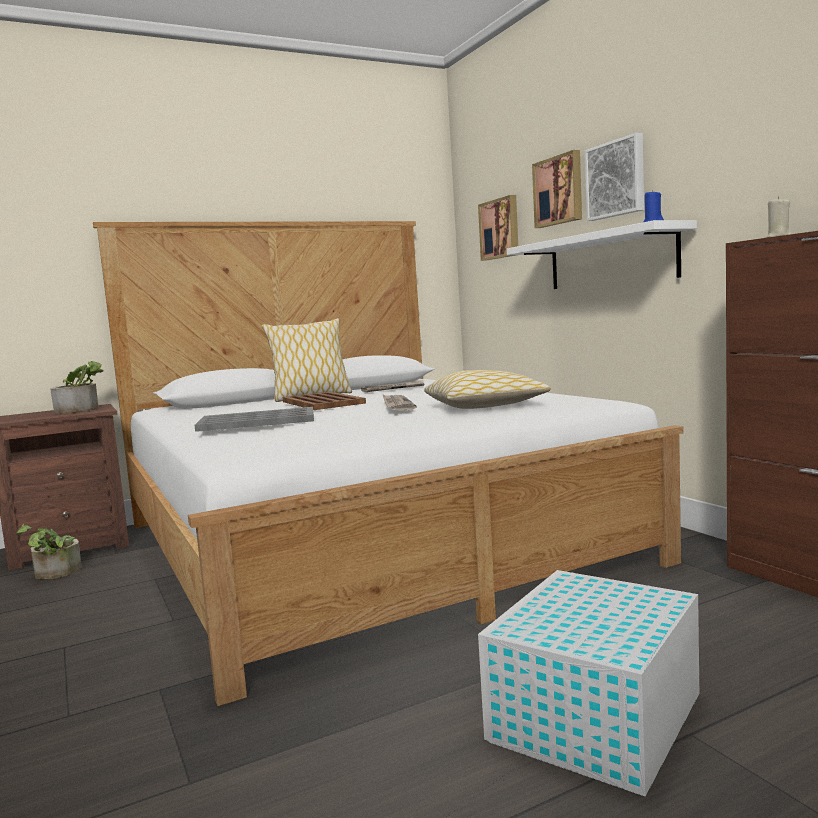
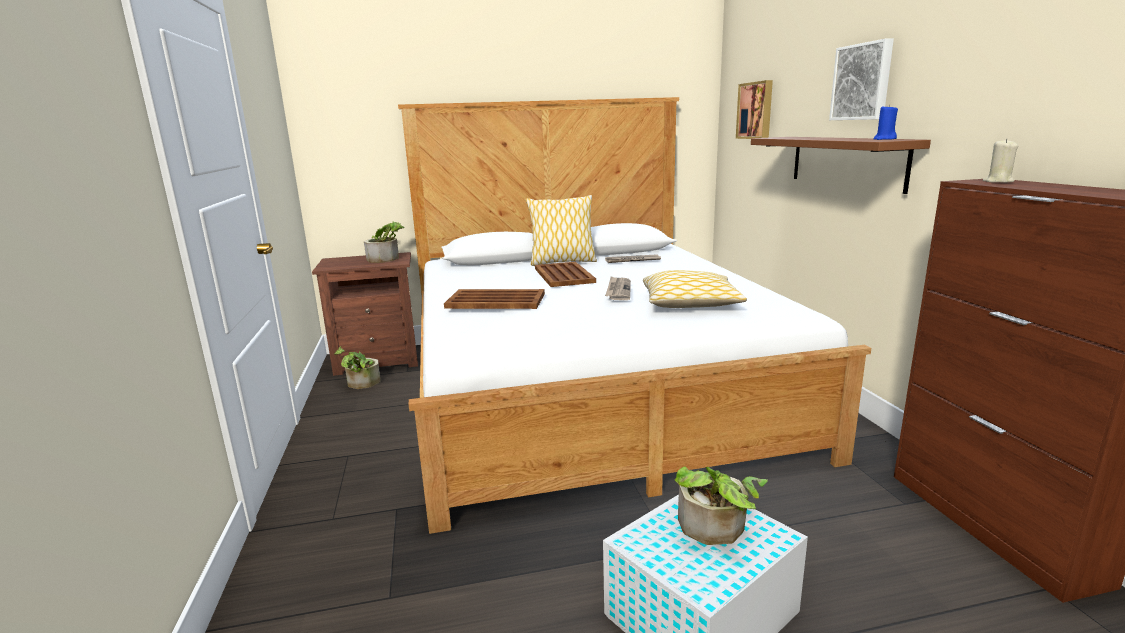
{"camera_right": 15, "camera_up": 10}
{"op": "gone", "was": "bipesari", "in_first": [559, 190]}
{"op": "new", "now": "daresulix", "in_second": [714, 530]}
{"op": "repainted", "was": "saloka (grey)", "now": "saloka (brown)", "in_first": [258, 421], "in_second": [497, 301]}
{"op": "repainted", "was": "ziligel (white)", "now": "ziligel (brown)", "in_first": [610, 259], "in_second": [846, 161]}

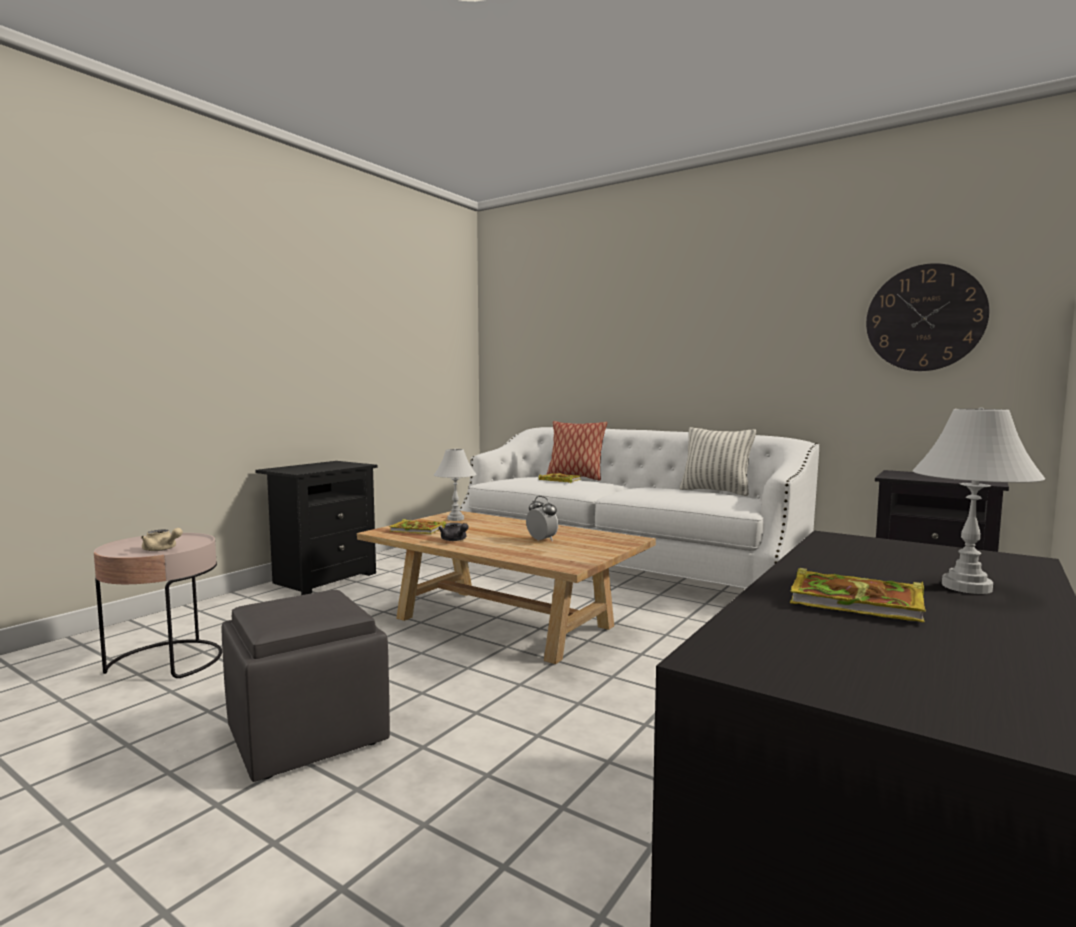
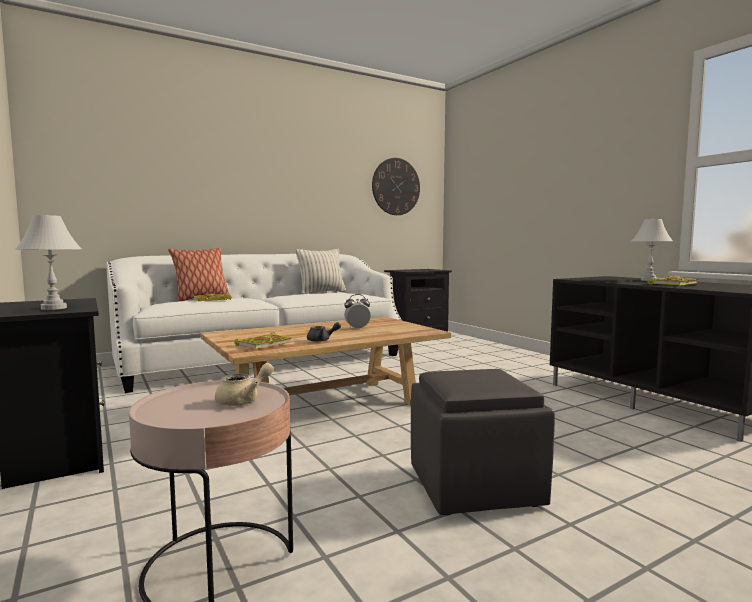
{"camera_right": -65, "camera_up": 0}
{"op": "shifted", "was": "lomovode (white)", "in_first": [456, 519], "in_second": [54, 308]}

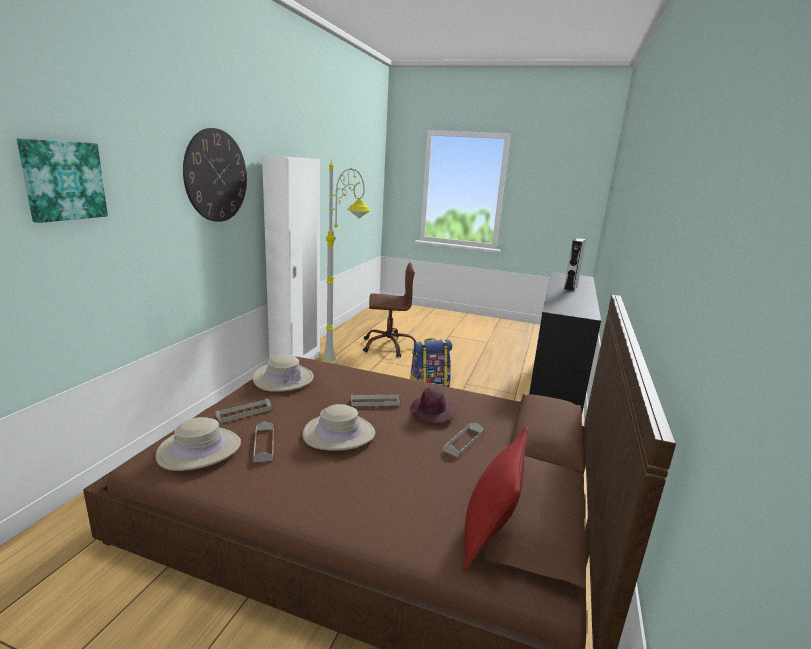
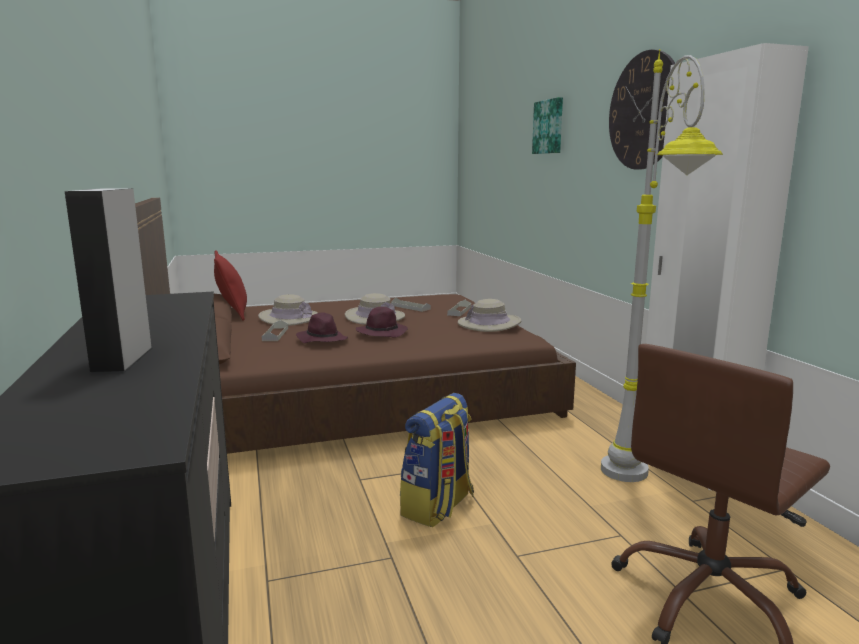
{"camera_right": 145, "camera_up": -5}
{"op": "shifted", "was": "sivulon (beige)", "in_first": [199, 449], "in_second": [289, 318]}
{"op": "swapped", "was": "saloka (grey)", "now": "sivulon (purple)", "in_first": [375, 402], "in_second": [382, 332]}

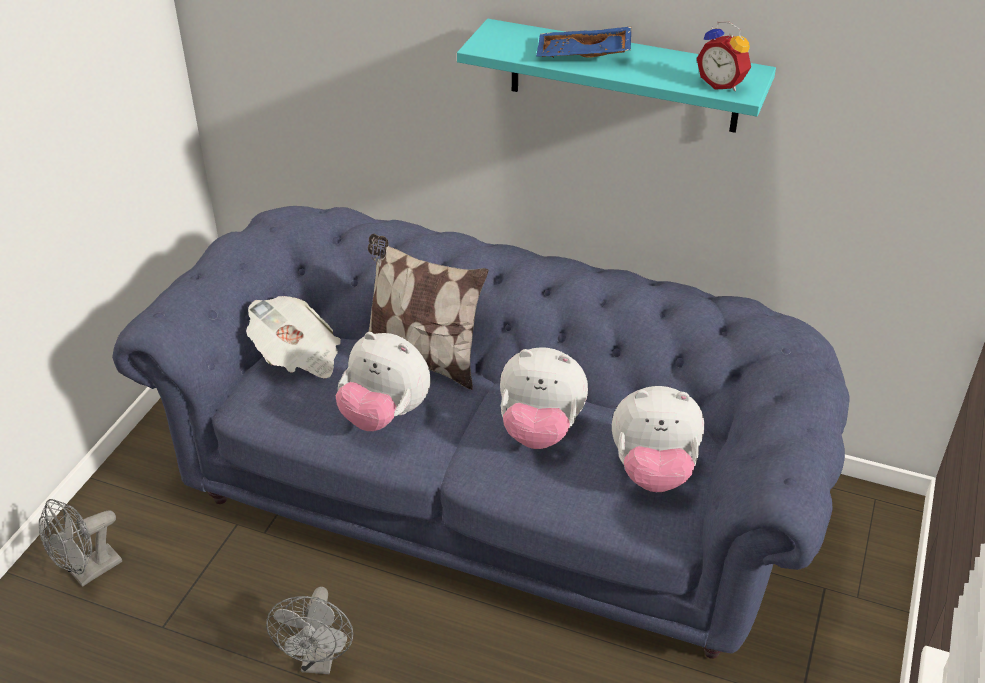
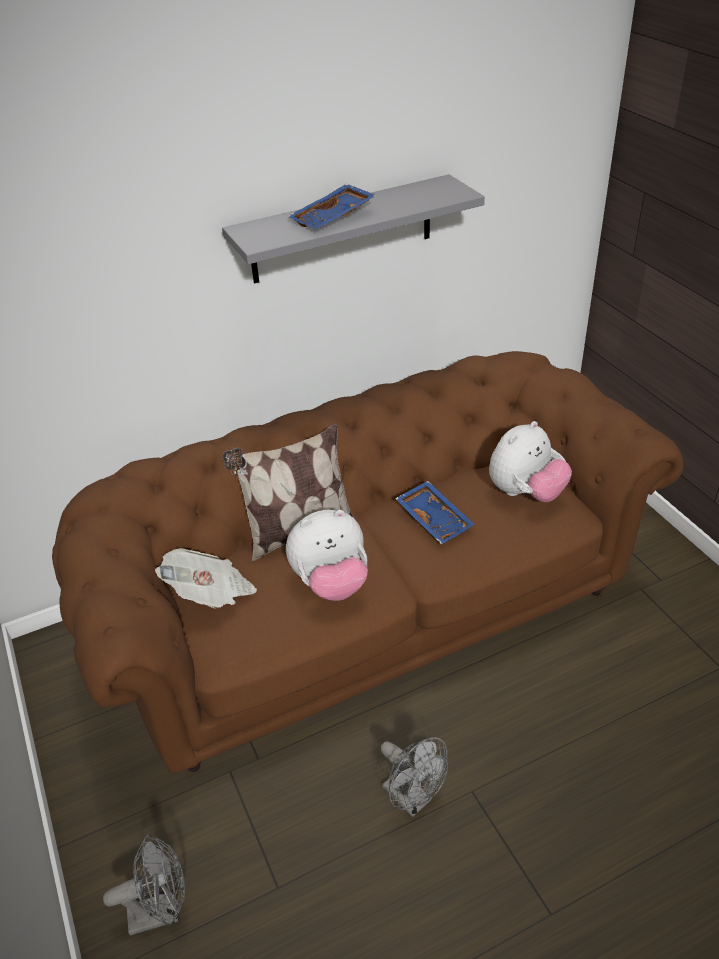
{"camera_right": -45, "camera_up": 0}
{"op": "gone", "was": "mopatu", "in_first": [722, 84]}
{"op": "swapped", "was": "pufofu", "now": "saloka (blue)", "in_first": [540, 430], "in_second": [435, 519]}
{"op": "repainted", "was": "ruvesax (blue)", "now": "ruvesax (brown)", "in_first": [491, 493], "in_second": [368, 608]}
{"op": "repainted", "was": "ziligel (turquoise)", "now": "ziligel (grey)", "in_first": [623, 76], "in_second": [342, 230]}
{"op": "rotated", "was": "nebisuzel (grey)", "in_first": [89, 572], "in_second": [162, 911], "clockwise": -105}

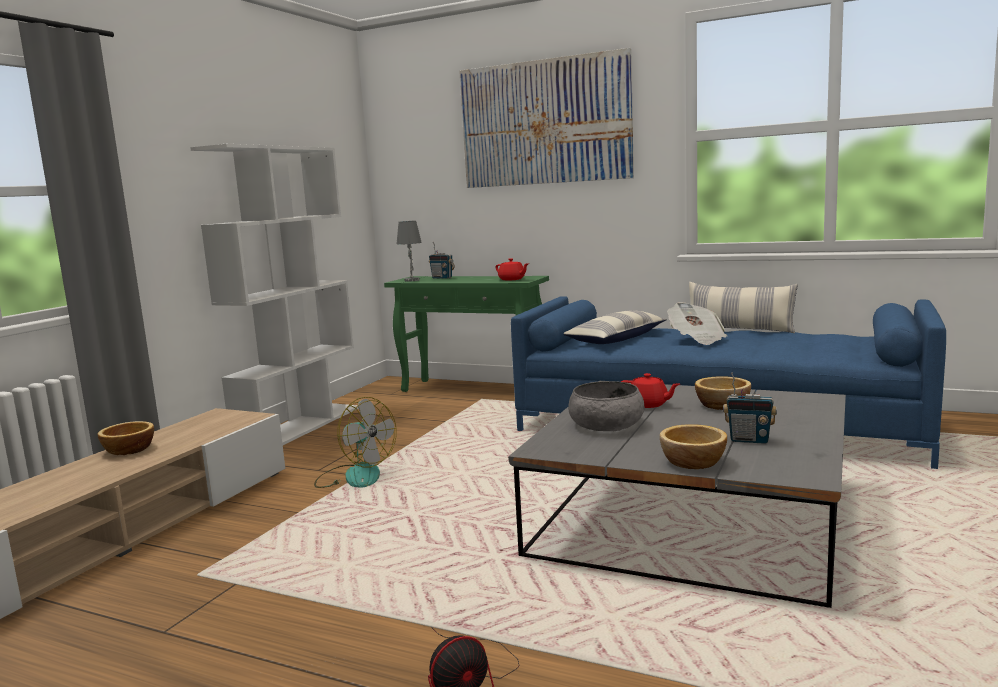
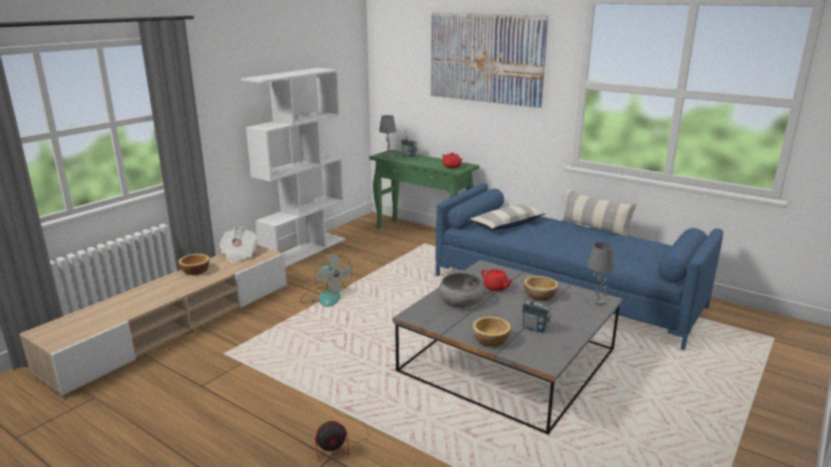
{"camera_right": 10, "camera_up": 10}
{"op": "new", "now": "lomovode (grey)", "in_second": [597, 301]}
{"op": "shifted", "was": "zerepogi", "in_first": [697, 339], "in_second": [238, 254]}

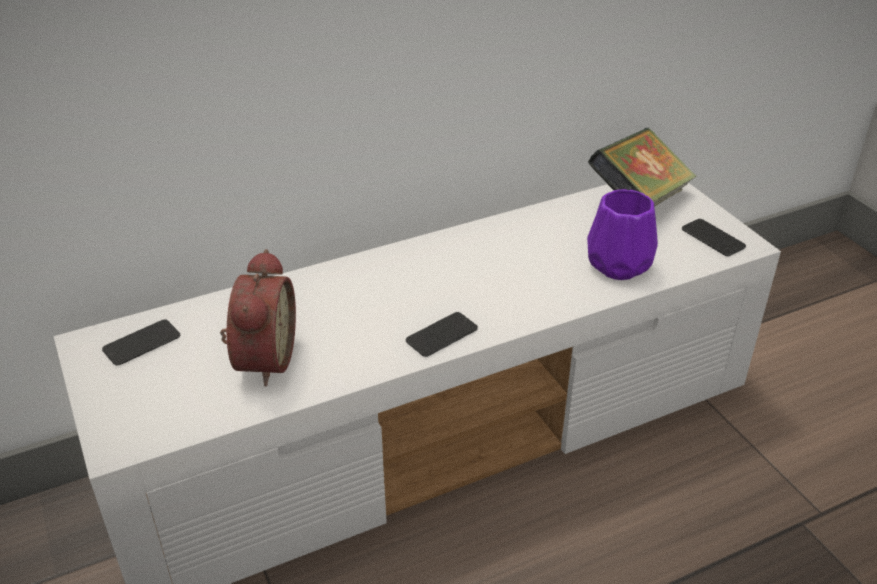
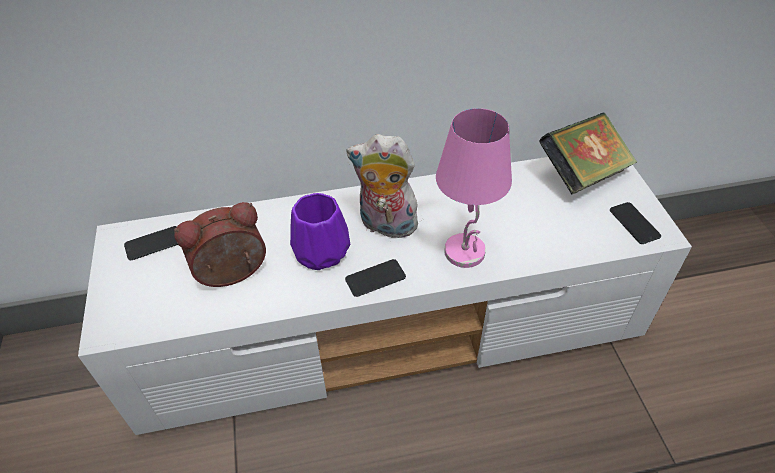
{"camera_right": 15, "camera_up": 10}
{"op": "new", "now": "pufofu", "in_second": [385, 226]}
{"op": "new", "now": "lomovode (pink)", "in_second": [465, 252]}
{"op": "shifted", "was": "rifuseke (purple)", "in_first": [620, 265], "in_second": [322, 253]}
{"op": "rotated", "was": "mopatu", "in_first": [261, 359], "in_second": [232, 275], "clockwise": -135}

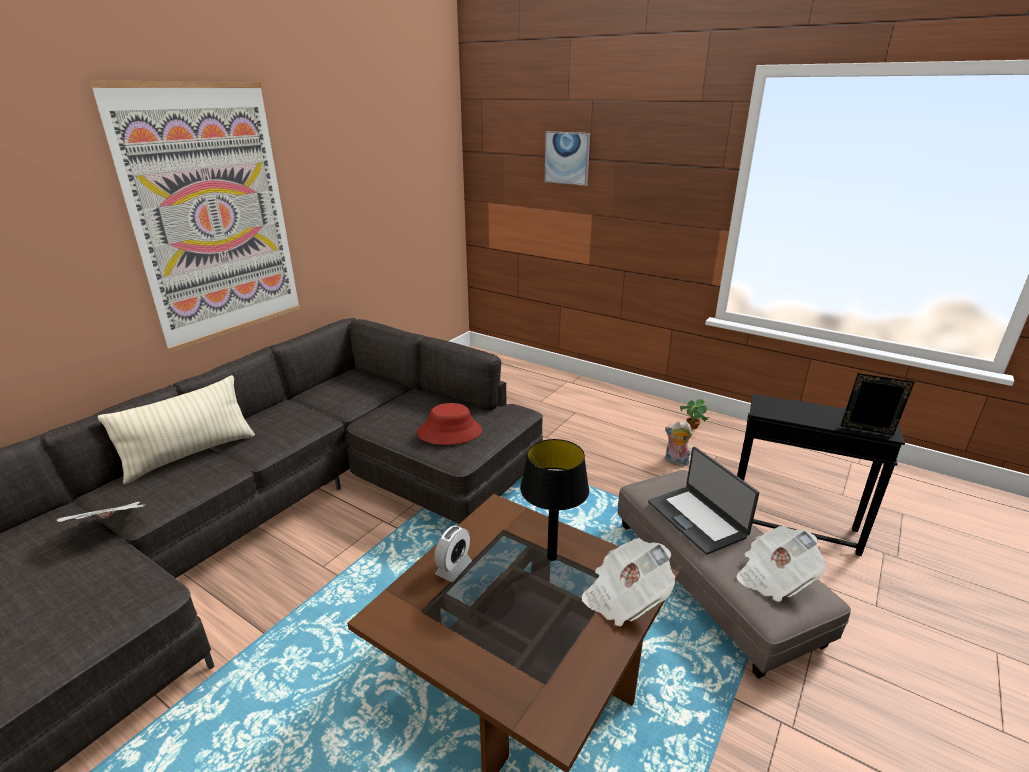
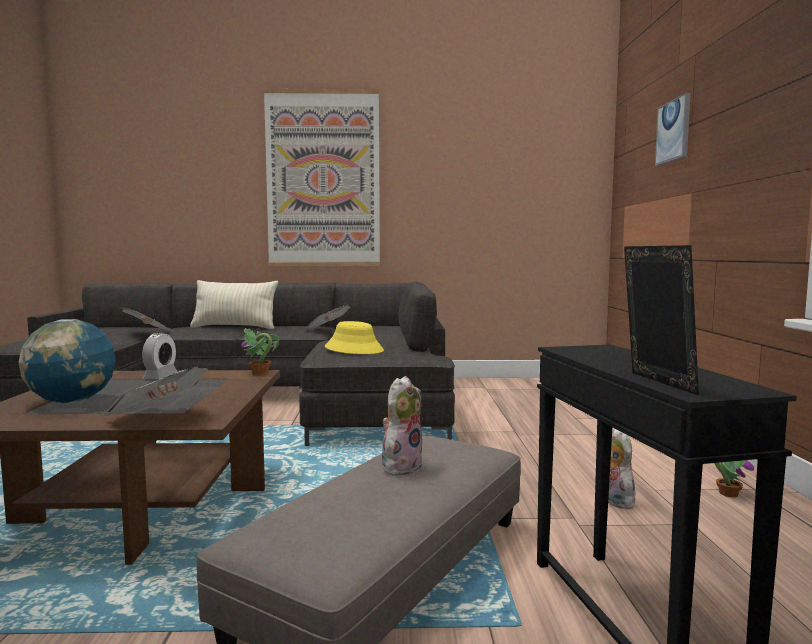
{"camera_right": 55, "camera_up": -20}
{"op": "gone", "was": "lomovode (black)", "in_first": [552, 557]}
{"op": "new", "now": "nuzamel", "in_second": [72, 401]}
{"op": "new", "now": "daresulix", "in_second": [260, 372]}
{"op": "shifted", "was": "zerepogi", "in_first": [774, 577], "in_second": [327, 329]}
{"op": "swapped", "was": "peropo", "now": "pufofu", "in_first": [697, 519], "in_second": [401, 466]}
{"op": "repainted", "was": "sivulon (red)", "now": "sivulon (yellow)", "in_first": [450, 432], "in_second": [354, 349]}
{"op": "rotated", "was": "mopatu", "in_first": [453, 568], "in_second": [160, 377], "clockwise": -75}

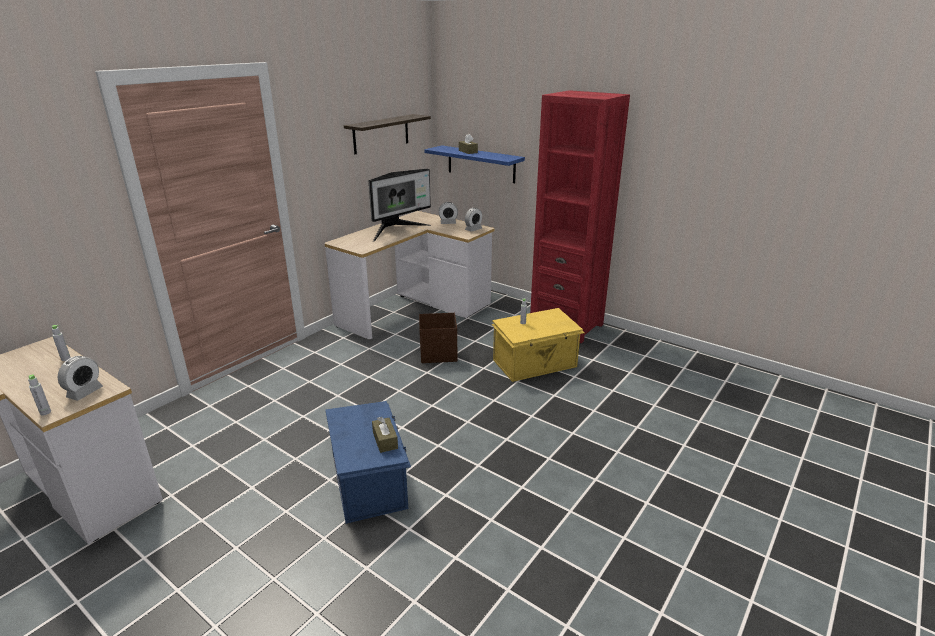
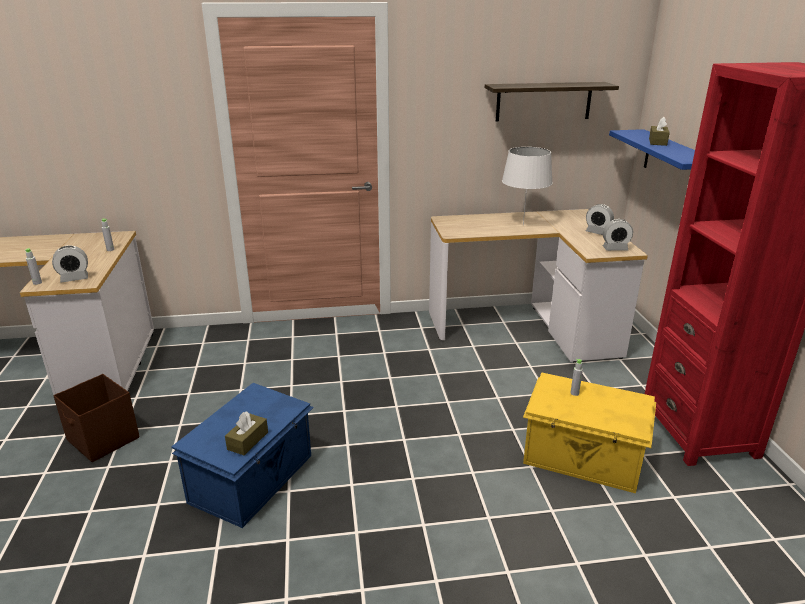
{"camera_right": 45, "camera_up": 0}
{"op": "shifted", "was": "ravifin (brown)", "in_first": [439, 354], "in_second": [103, 440]}
{"op": "swapped", "was": "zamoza", "now": "lomovode (white)", "in_first": [397, 230], "in_second": [523, 224]}

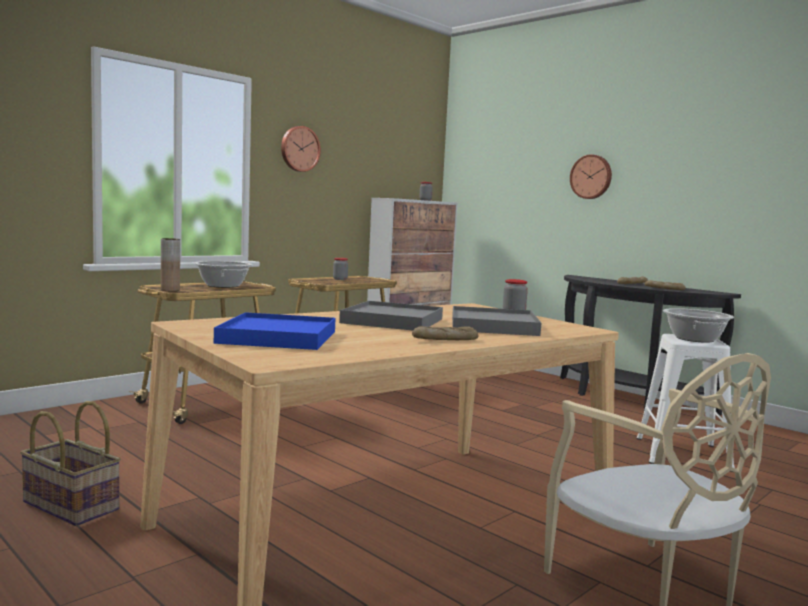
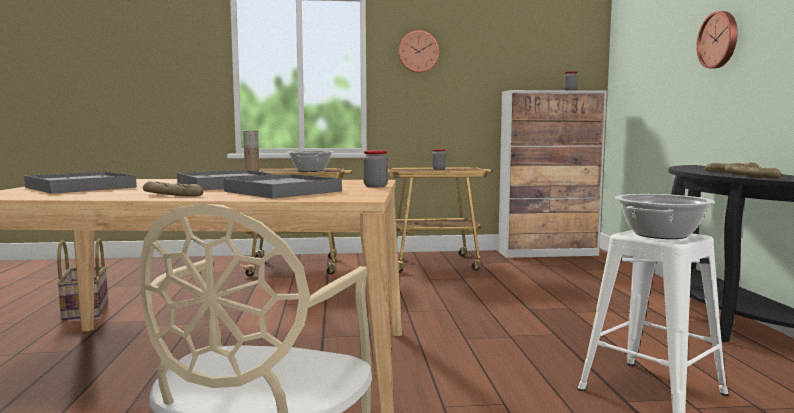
{"camera_right": 40, "camera_up": 0}
{"op": "repainted", "was": "saloka (blue)", "now": "saloka (grey)", "in_first": [278, 337], "in_second": [81, 187]}

